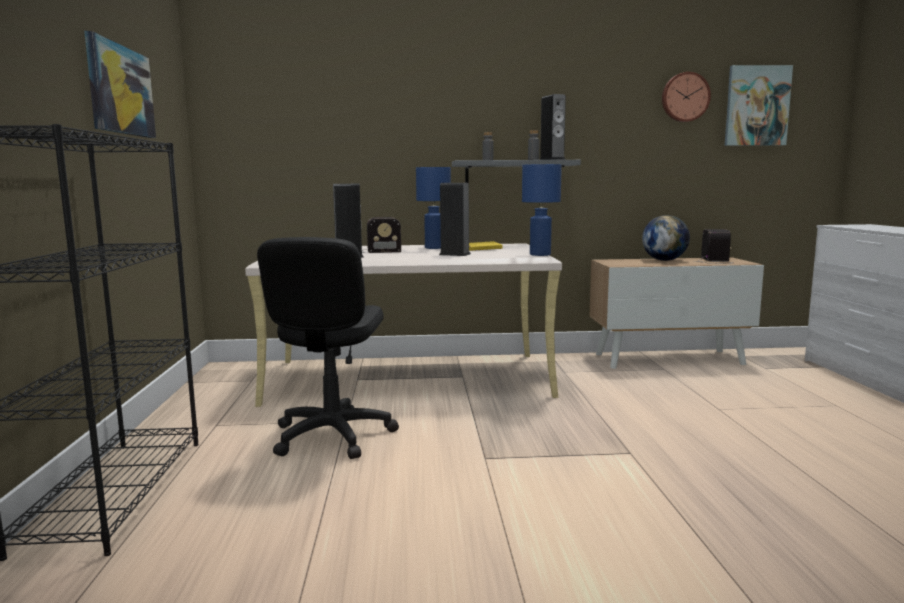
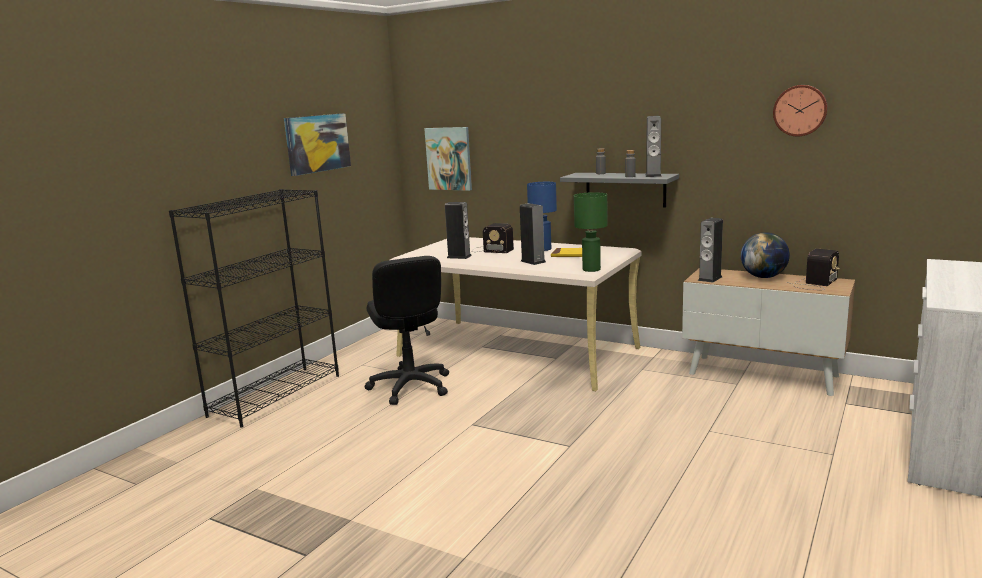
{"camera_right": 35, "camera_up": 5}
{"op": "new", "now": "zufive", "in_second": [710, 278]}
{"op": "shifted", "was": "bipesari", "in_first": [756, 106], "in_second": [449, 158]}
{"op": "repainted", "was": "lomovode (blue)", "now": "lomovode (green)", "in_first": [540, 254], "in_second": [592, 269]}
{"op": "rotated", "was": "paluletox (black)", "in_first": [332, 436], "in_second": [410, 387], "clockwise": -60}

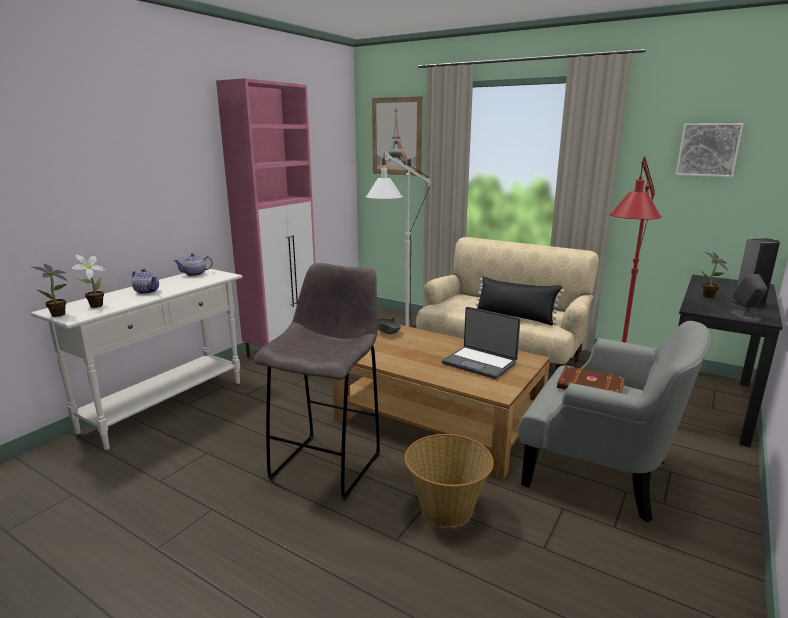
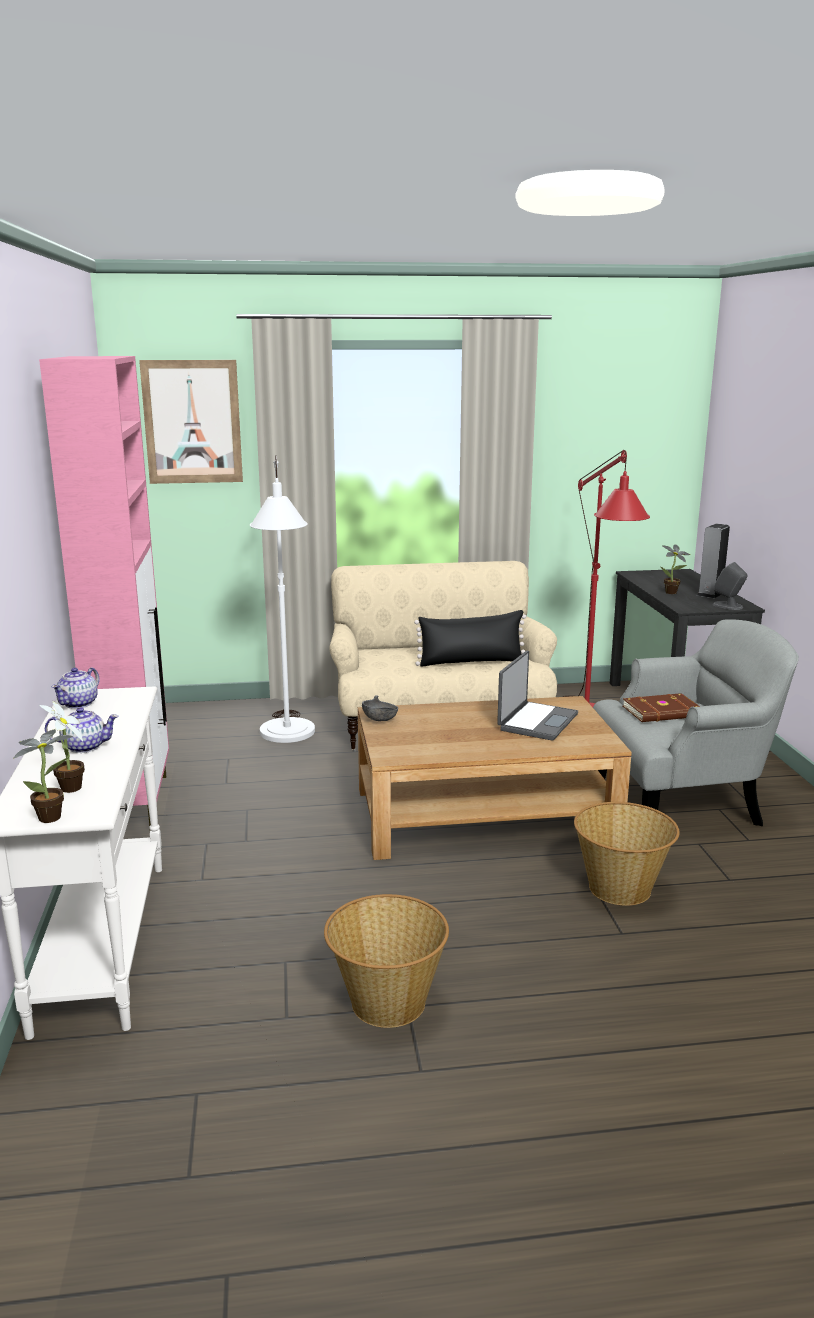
{"camera_right": -40, "camera_up": 0}
{"op": "gone", "was": "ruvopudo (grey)", "in_first": [328, 464]}
{"op": "gone", "was": "bipesari", "in_first": [708, 150]}
{"op": "new", "now": "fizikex", "in_second": [387, 1002]}
{"op": "rotated", "was": "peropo", "in_first": [480, 363], "in_second": [536, 722], "clockwise": -60}

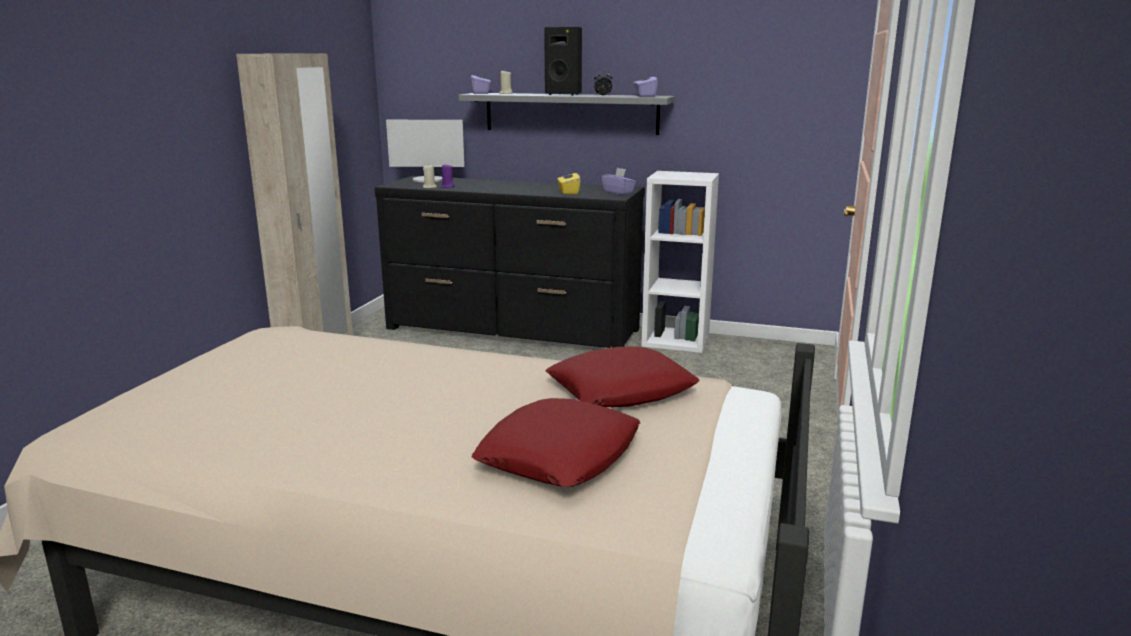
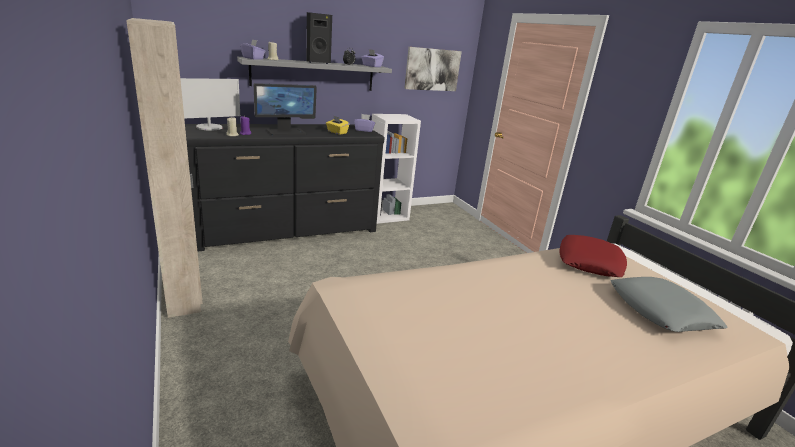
{"camera_right": -45, "camera_up": 5}
{"op": "new", "now": "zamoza", "in_second": [286, 132]}
{"op": "new", "now": "bipesari", "in_second": [432, 69]}
{"op": "repainted", "was": "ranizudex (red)", "now": "ranizudex (grey)", "in_first": [559, 455], "in_second": [661, 311]}

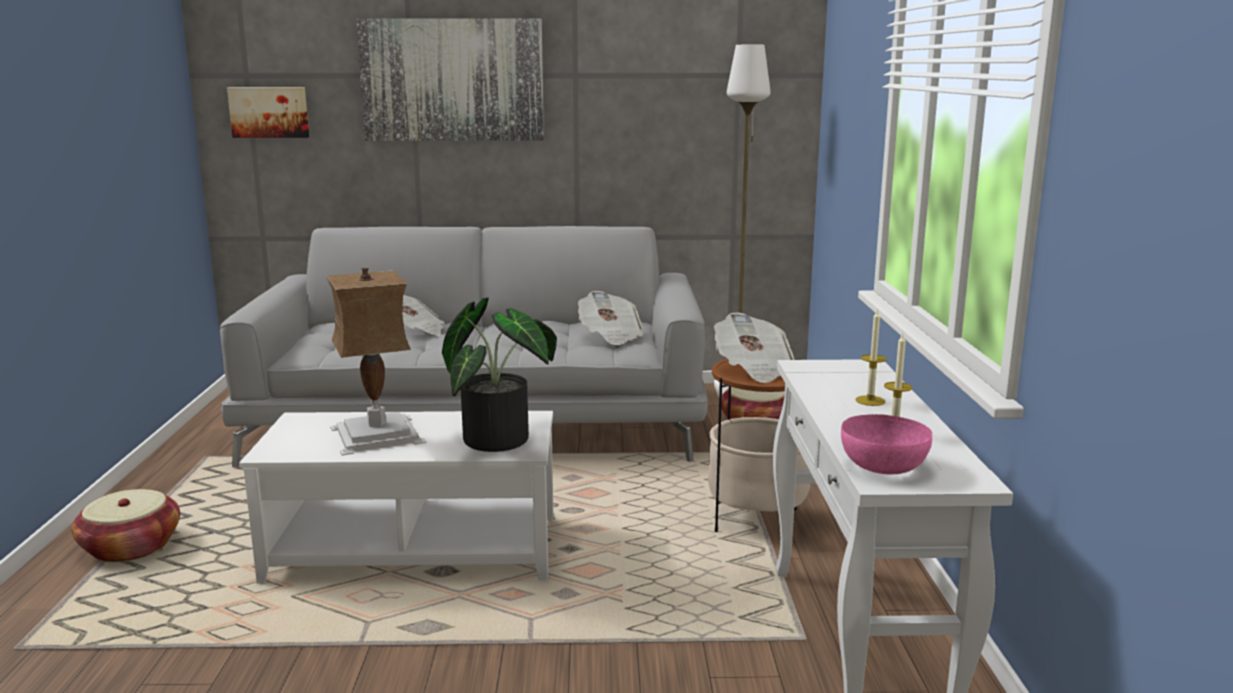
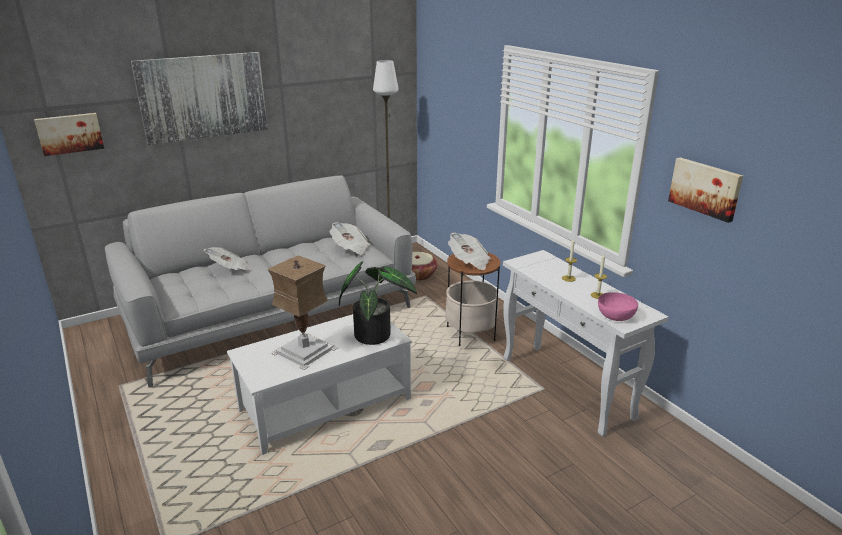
{"camera_right": -30, "camera_up": 10}
{"op": "gone", "was": "fizikex", "in_first": [131, 548]}
{"op": "new", "now": "bipesari", "in_second": [705, 188]}

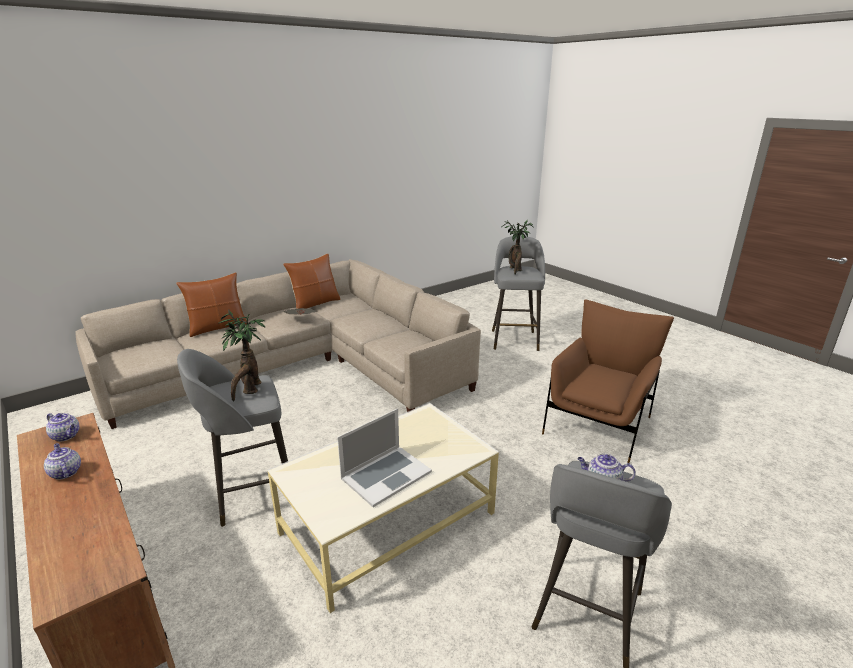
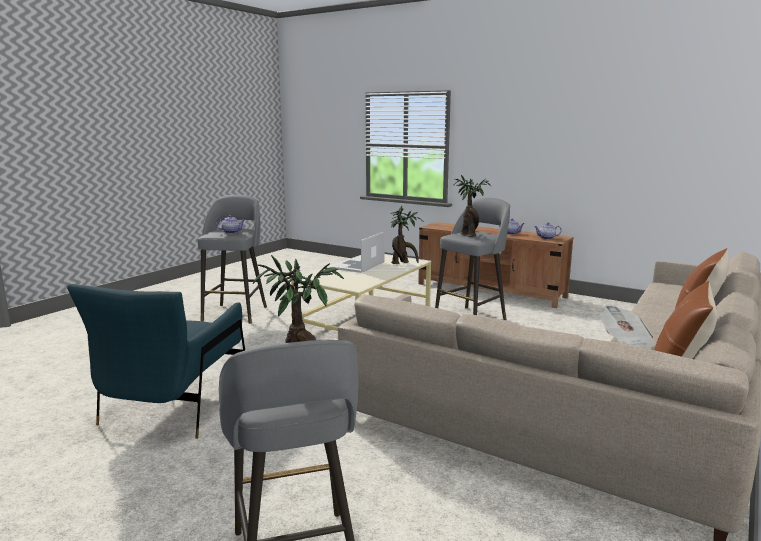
{"camera_right": 160, "camera_up": -10}
{"op": "new", "now": "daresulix", "in_second": [402, 263]}
{"op": "repainted", "was": "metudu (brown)", "now": "metudu (blue)", "in_first": [598, 423], "in_second": [175, 406]}

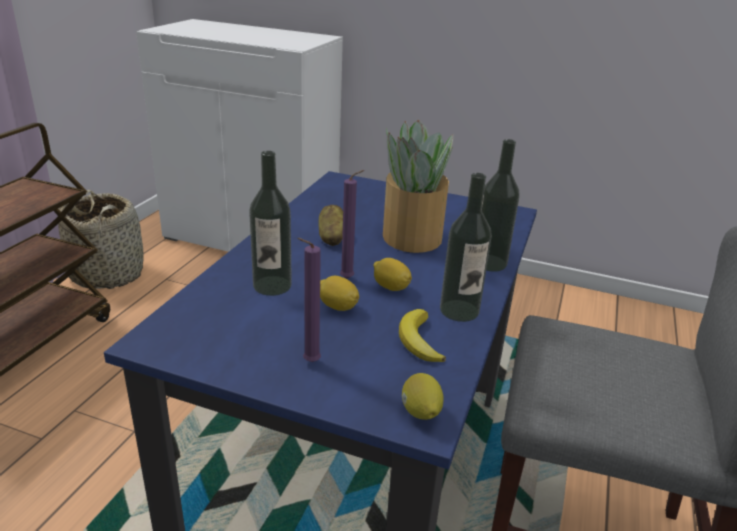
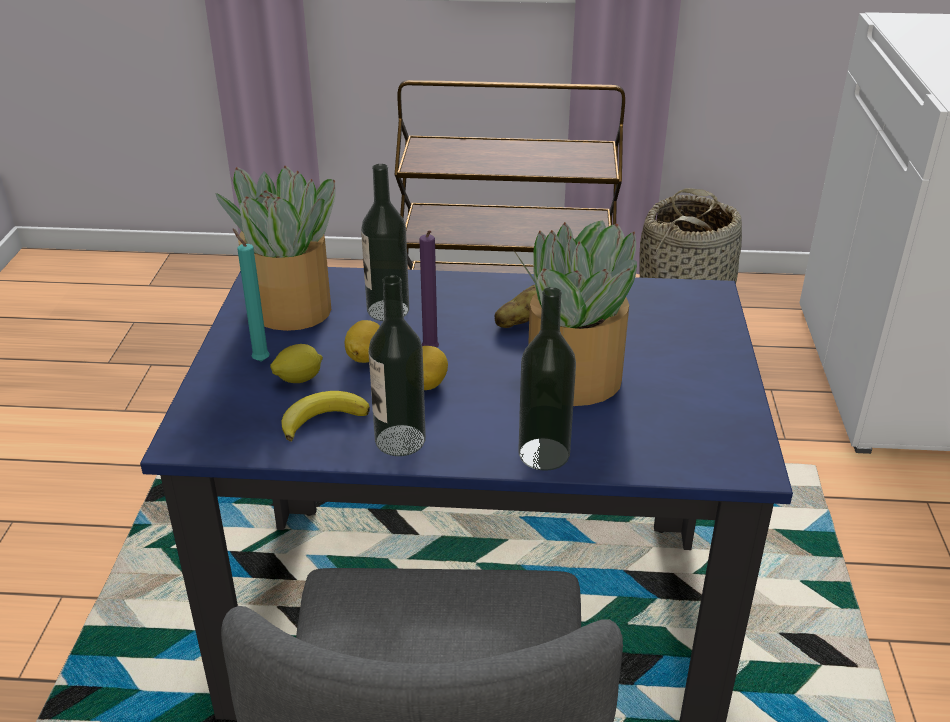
{"camera_right": 75, "camera_up": 5}
{"op": "new", "now": "daresulix", "in_second": [290, 309]}
{"op": "shifted", "was": "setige", "in_first": [420, 413], "in_second": [298, 379]}
{"op": "repainted", "was": "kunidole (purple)", "now": "kunidole (turquoise)", "in_first": [309, 362], "in_second": [259, 360]}

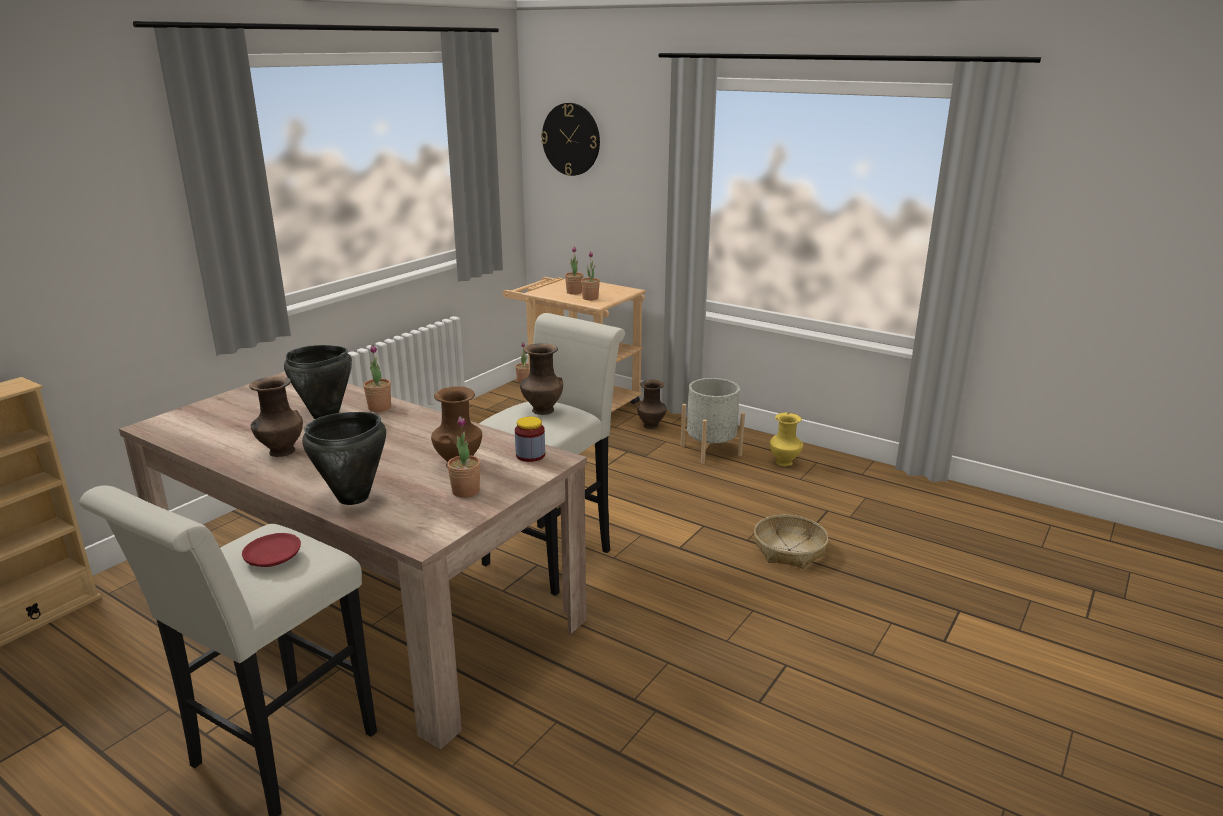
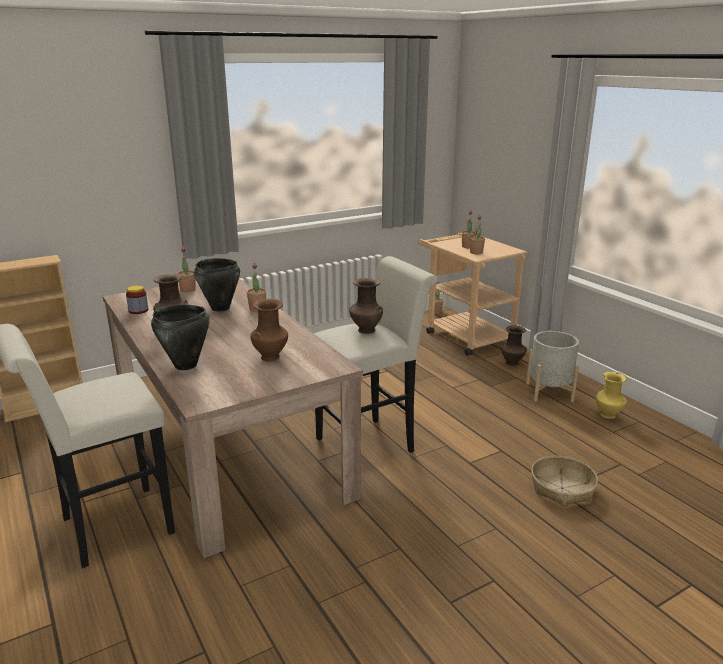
{"camera_right": 25, "camera_up": 0}
{"op": "gone", "was": "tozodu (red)", "in_first": [272, 558]}
{"op": "gone", "was": "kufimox", "in_first": [571, 139]}
{"op": "shifted", "was": "daresulix", "in_first": [465, 491], "in_second": [188, 290]}
{"op": "shifted", "was": "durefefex", "in_first": [530, 455], "in_second": [138, 310]}

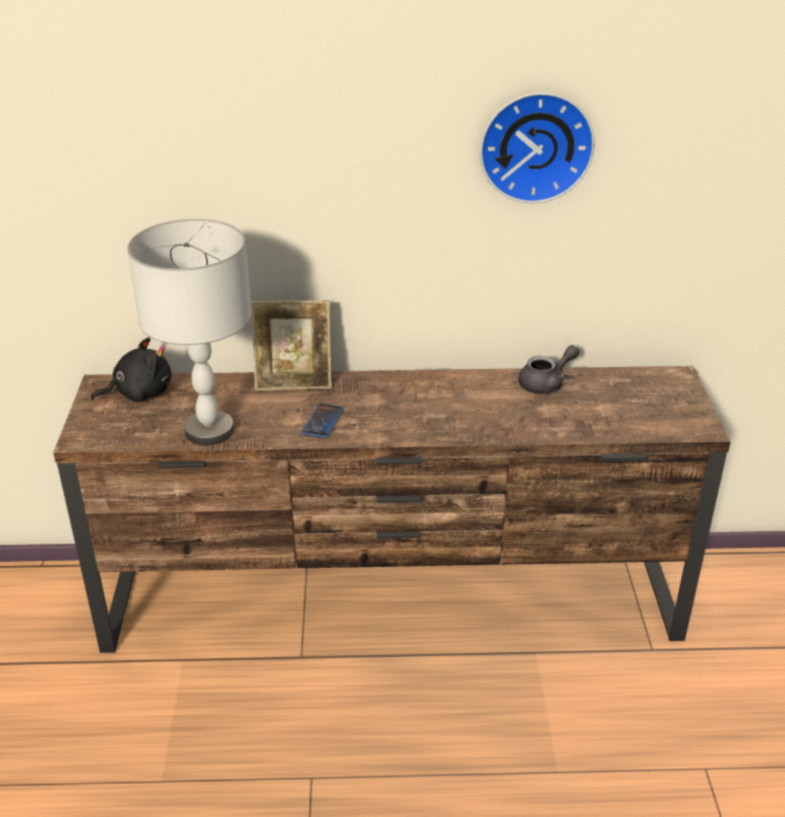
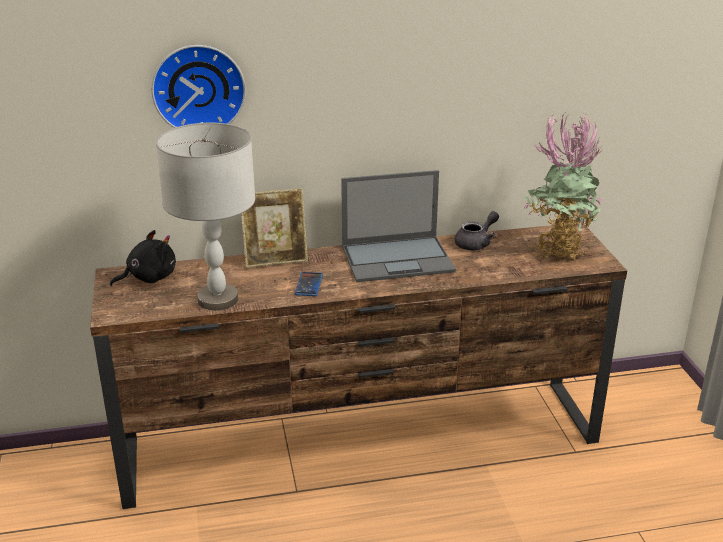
{"camera_right": -10, "camera_up": -5}
{"op": "new", "now": "peropo", "in_second": [398, 259]}
{"op": "new", "now": "daresulix", "in_second": [557, 250]}
{"op": "shifted", "was": "kufimox", "in_first": [535, 145], "in_second": [198, 88]}

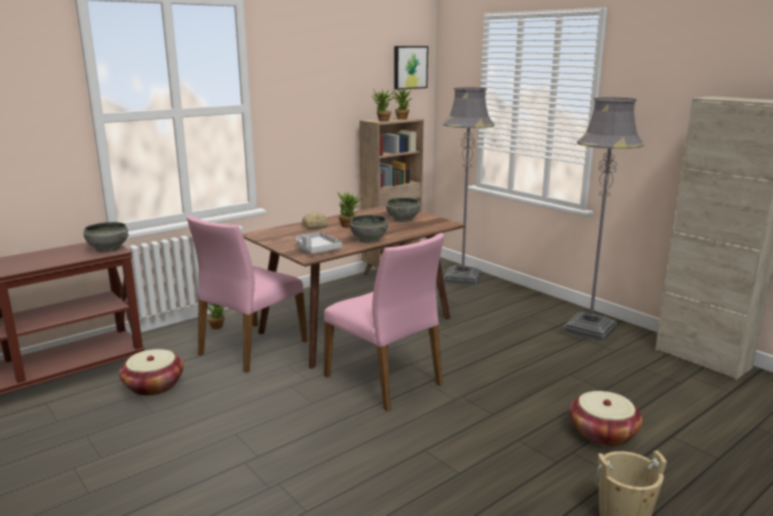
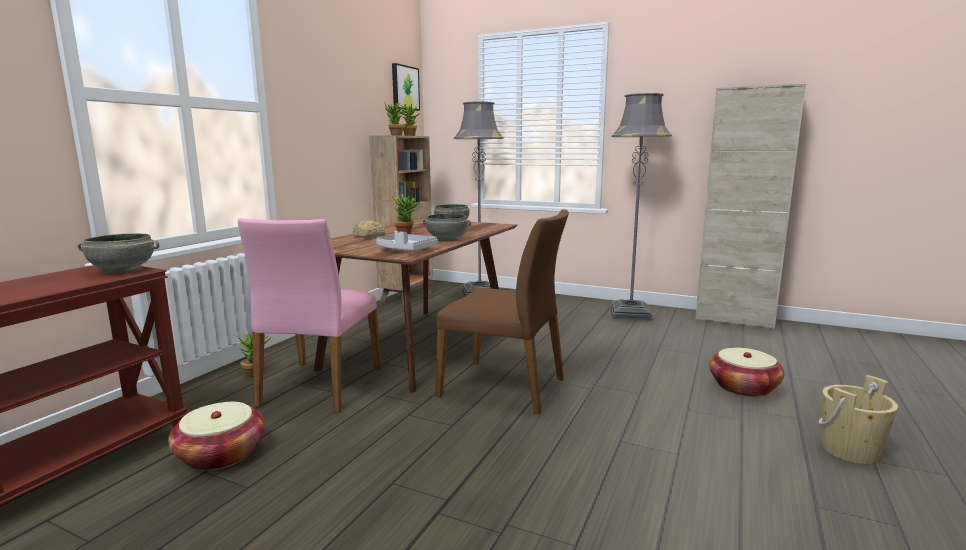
{"camera_right": -25, "camera_up": -5}
{"op": "repainted", "was": "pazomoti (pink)", "now": "pazomoti (brown)", "in_first": [385, 380], "in_second": [504, 386]}

